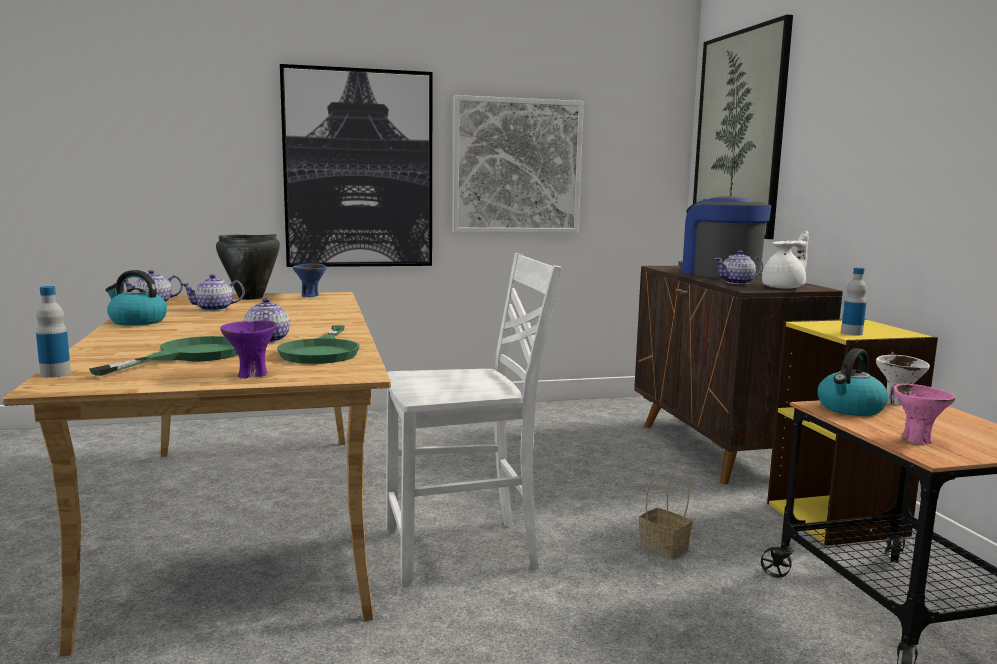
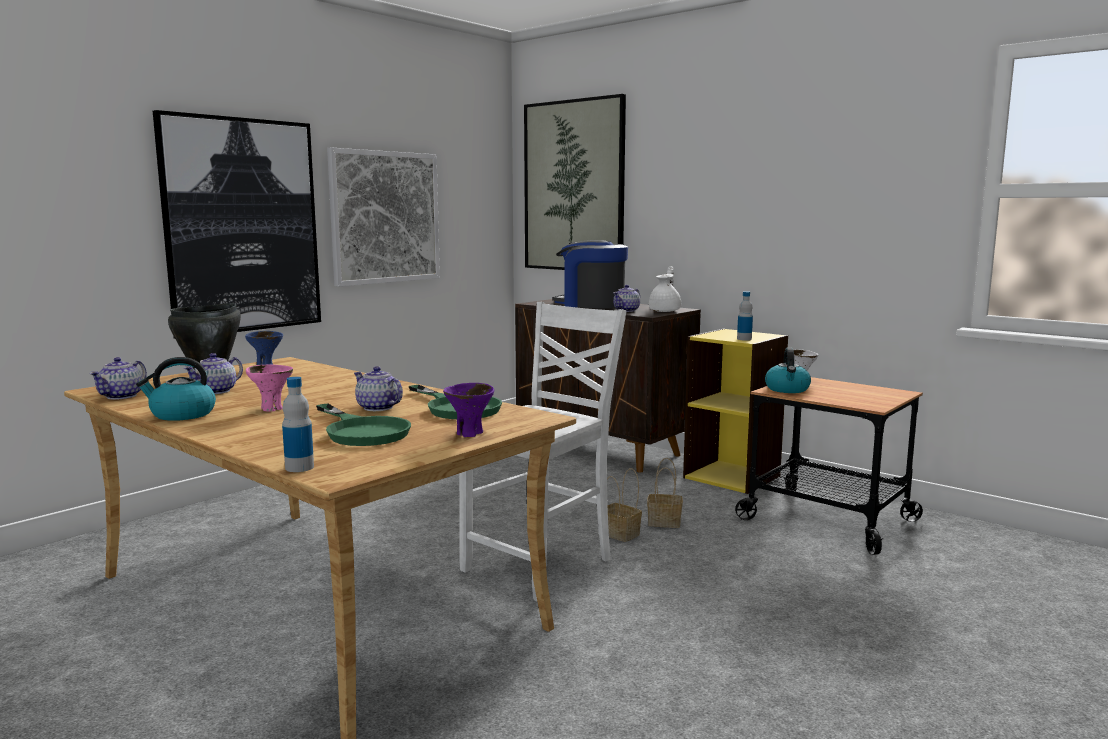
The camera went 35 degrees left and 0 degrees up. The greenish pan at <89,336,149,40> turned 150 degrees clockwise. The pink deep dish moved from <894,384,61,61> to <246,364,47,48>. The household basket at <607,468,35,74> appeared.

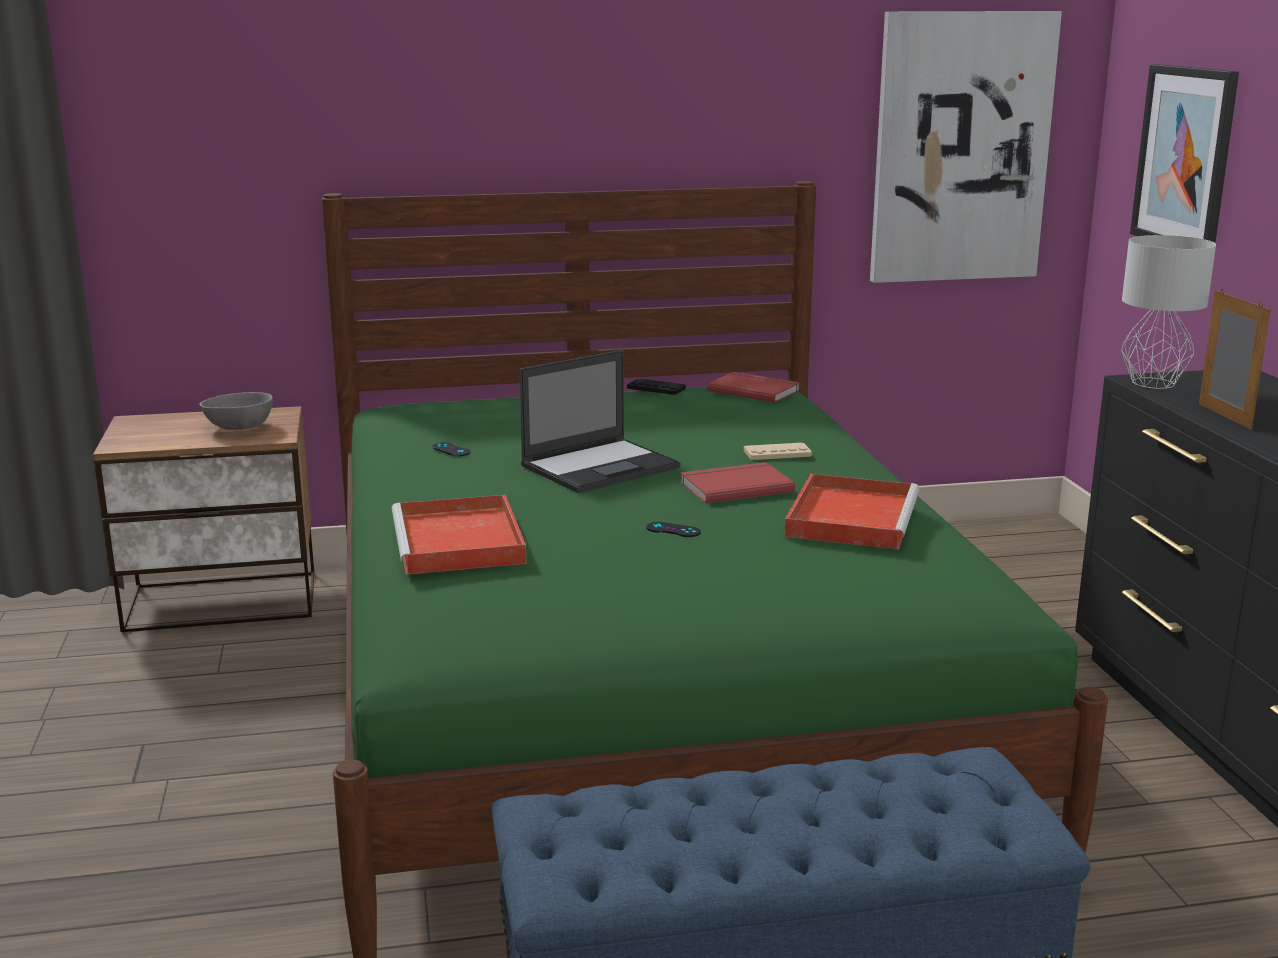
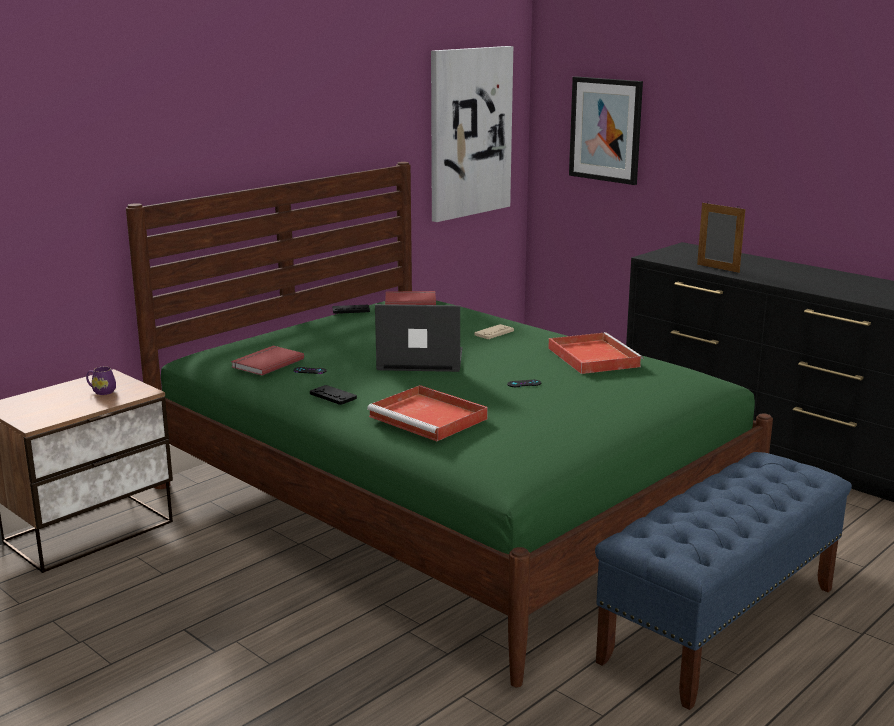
The camera went 35 degrees left and 0 degrees up. The grey tabletop lamp at <1121,235,95,154> disappeared. The portable computer at <519,350,162,143> turned 105 degrees counterclockwise. The grey deep dish at <200,392,73,38> was replaced by the purple tea mug at <86,367,30,28>. The red book moved from <680,462,115,42> to <231,346,73,30>. The black-coloured joypad at <310,385,47,20> appeared.

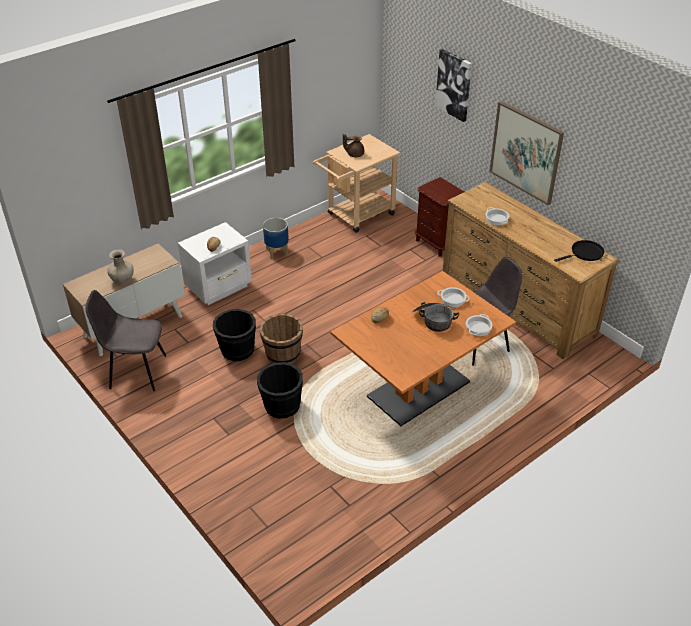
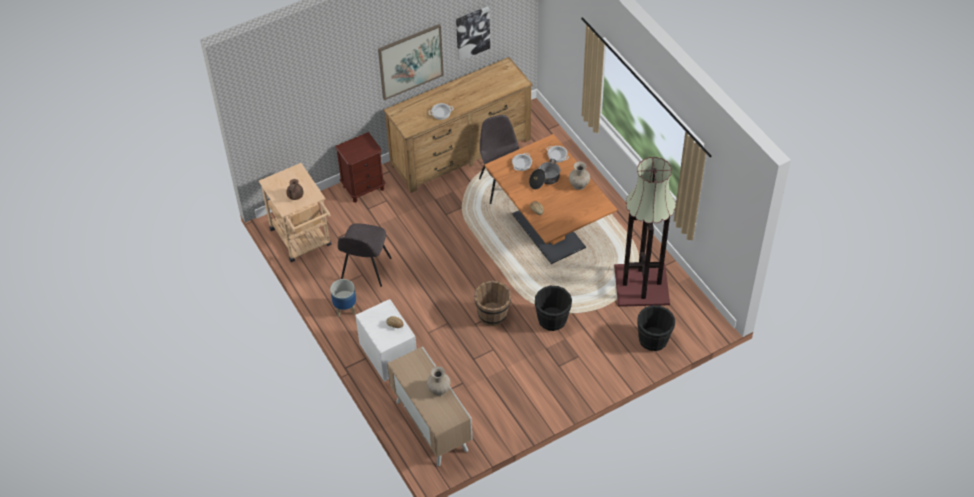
The camera went 80 degrees left and 10 degrees up. The wall art moved from <435,49,37,73> to <456,6,34,55>. The black-coloured pan at <554,240,50,22> disappeared. The grey plain chair moved from <85,290,81,101> to <338,223,53,64>. The black-coloured water bucket moved from <213,309,43,52> to <637,305,38,46>. The standard lamp at <614,157,62,150> appeared. The beige-coloured vase at <569,161,21,29> appeared.

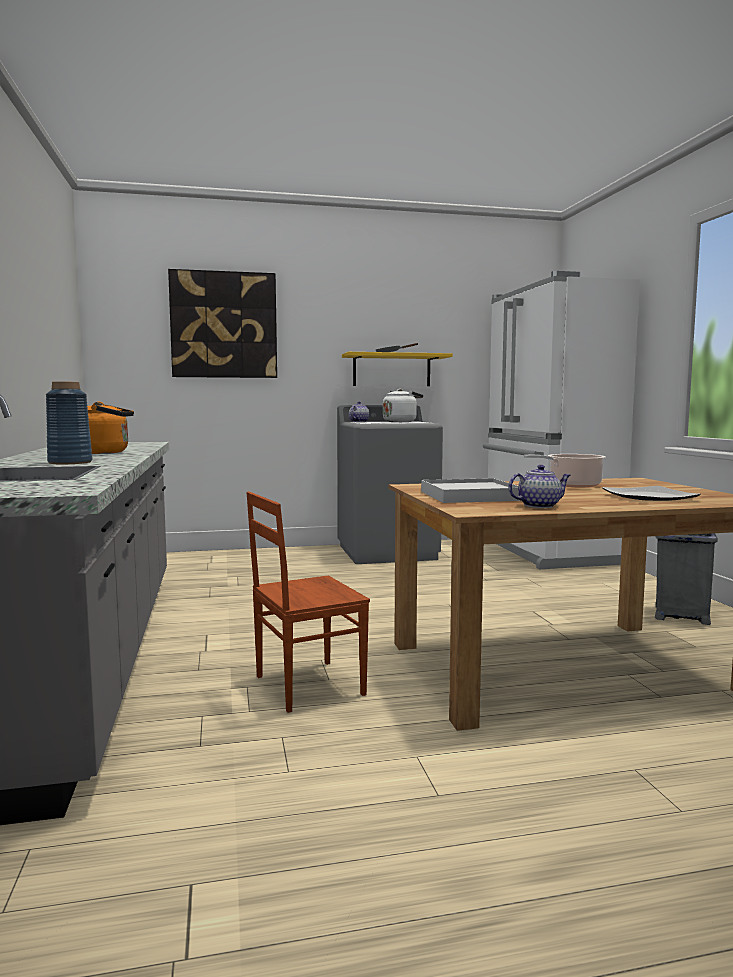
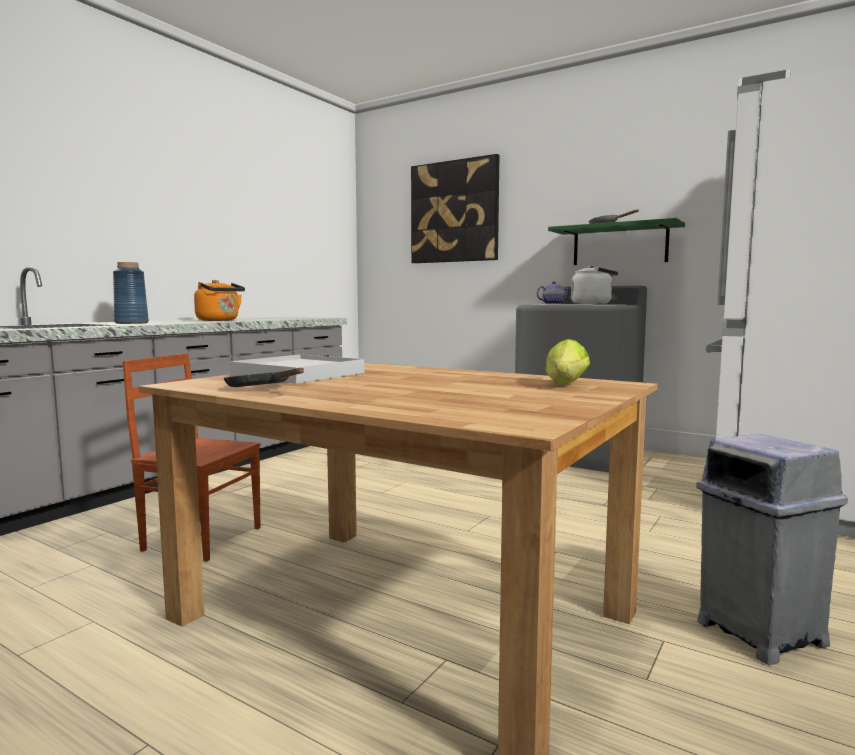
The camera went 45 degrees right and 0 degrees up. The yellow-coloured shelf at <342,352,111,34> became the greenish shelf at <548,218,137,47>. The cooking pot at <524,454,82,33> disappeared. The teapot at <508,465,63,43> was replaced by the black-coloured pan at <224,368,80,19>. The dinner plate at <602,486,99,15> disappeared. The lettuce head at <545,339,45,45> appeared.

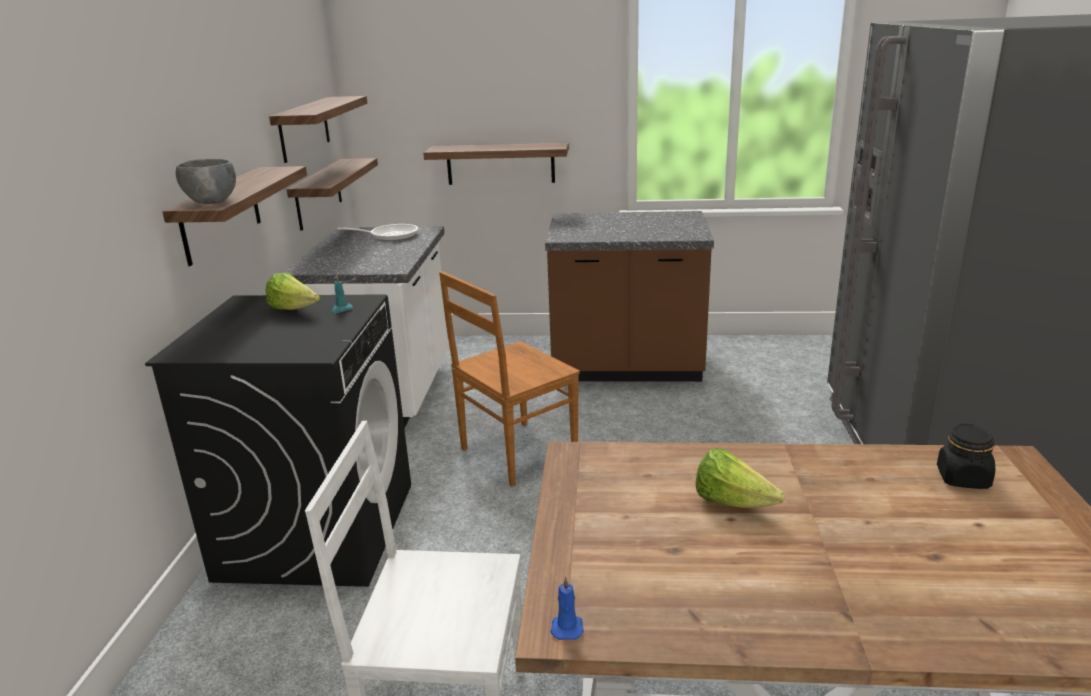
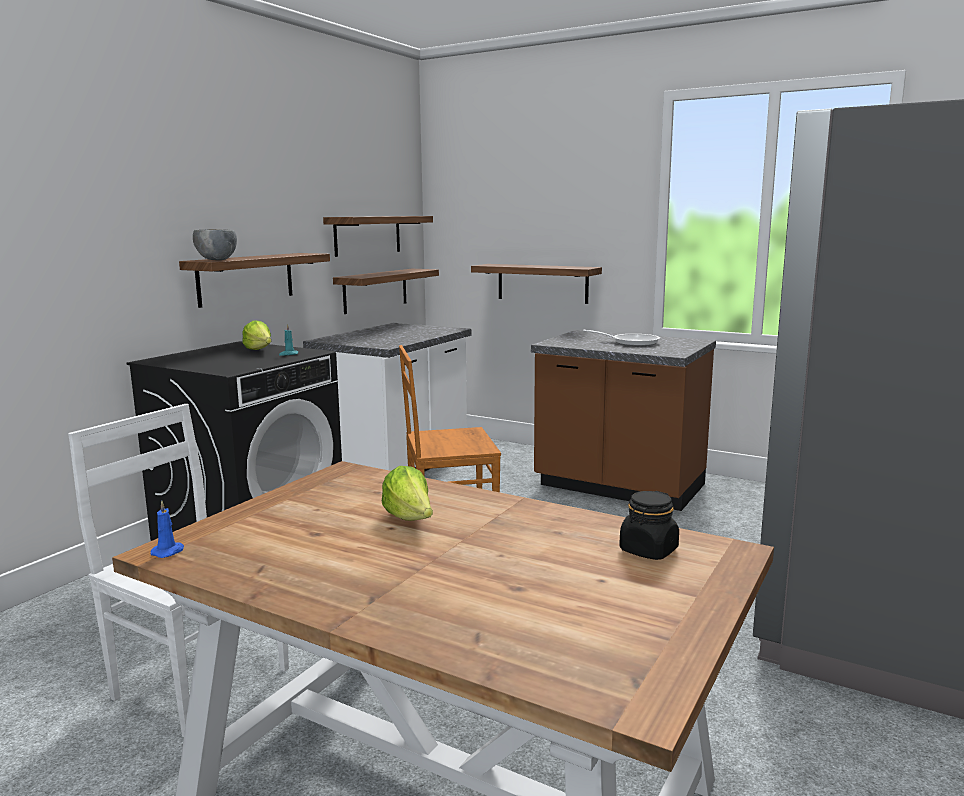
The camera went 25 degrees right and 10 degrees down. The pan moved from <338,224,80,17> to <583,330,77,16>.

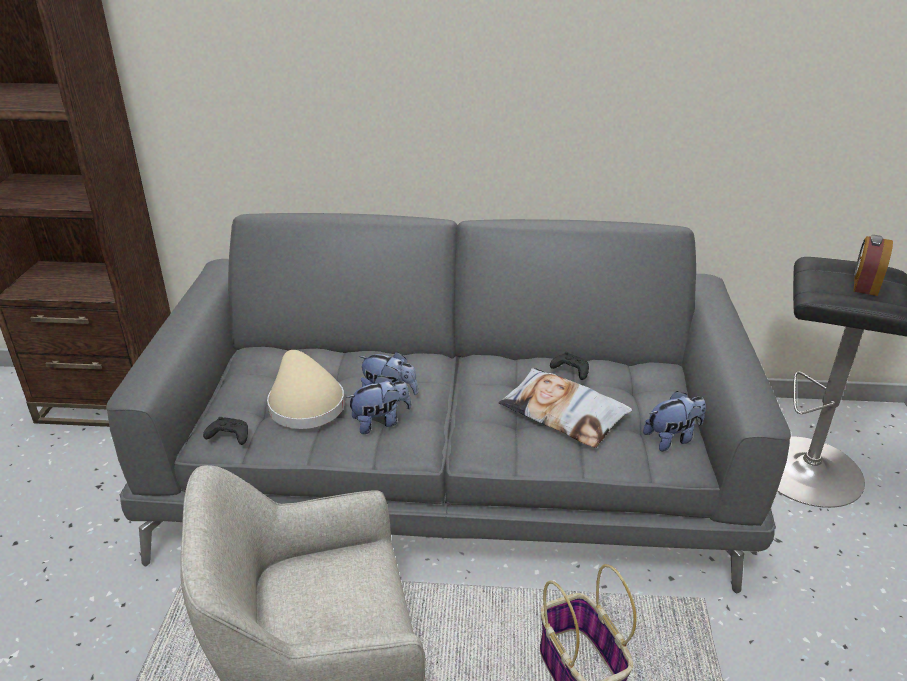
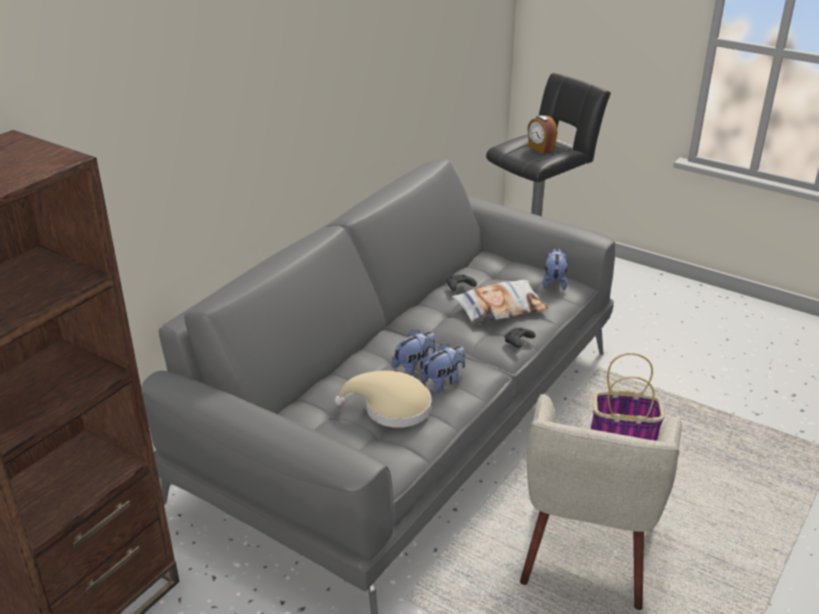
The camera went 60 degrees left and 0 degrees up. The plush toy at <346,375,65,59> turned 45 degrees clockwise. The black-coloured joypad moved from <203,417,45,28> to <505,328,31,20>.

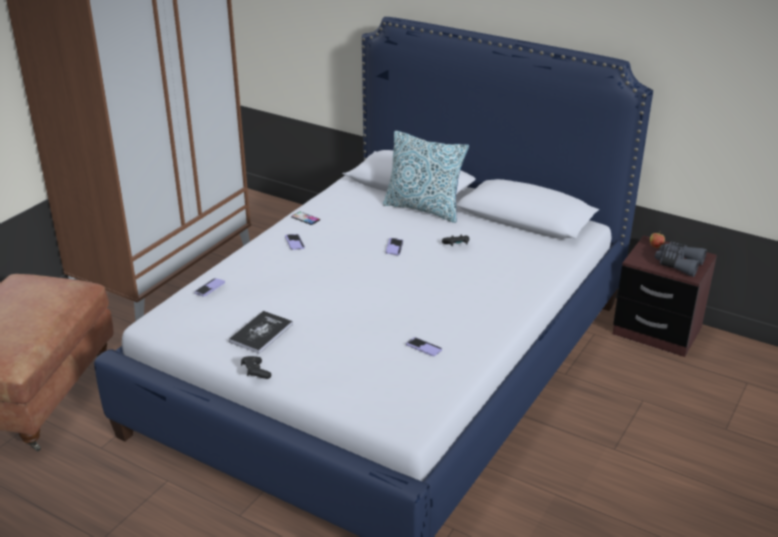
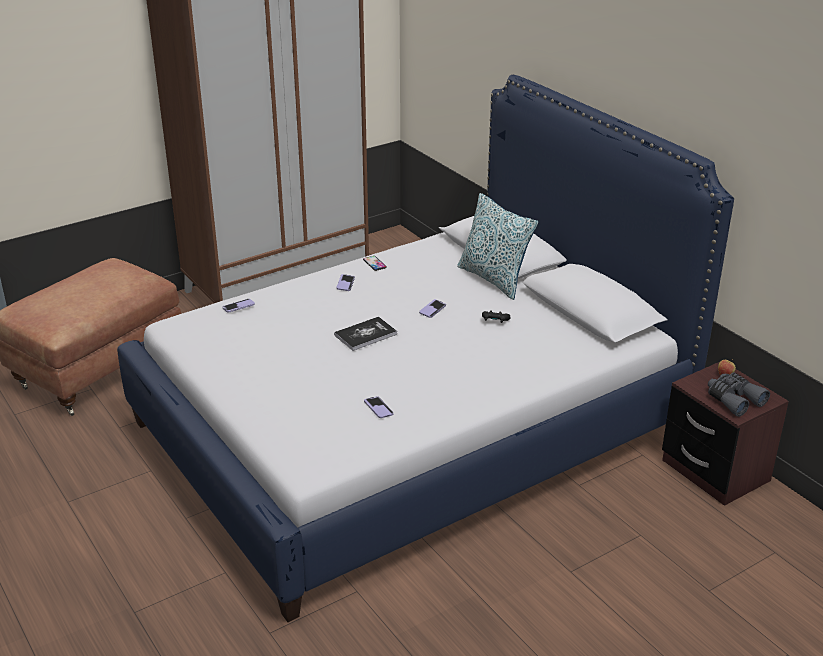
The camera went 25 degrees right and 0 degrees up. The book moved from <229,311,64,43> to <334,317,63,34>. The black-coloured joypad at <241,356,30,23> disappeared.

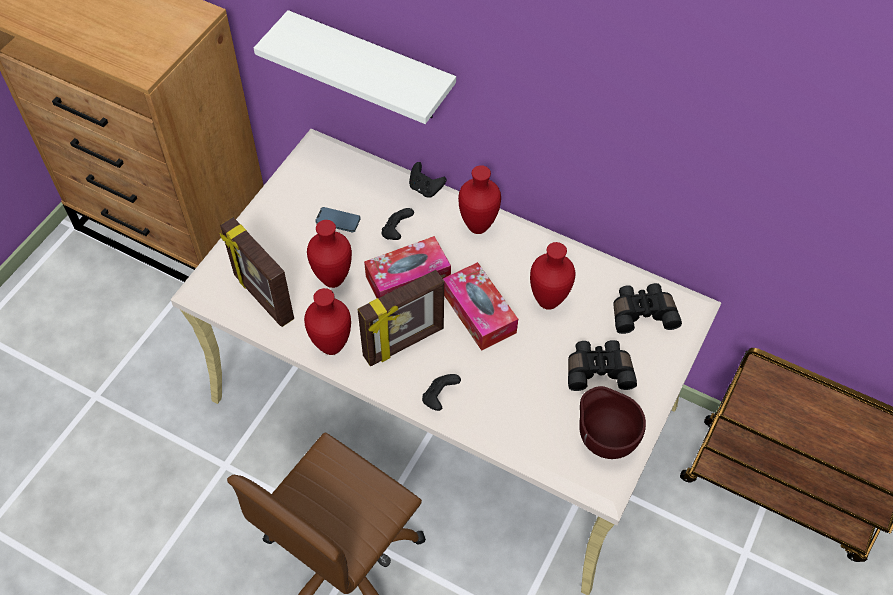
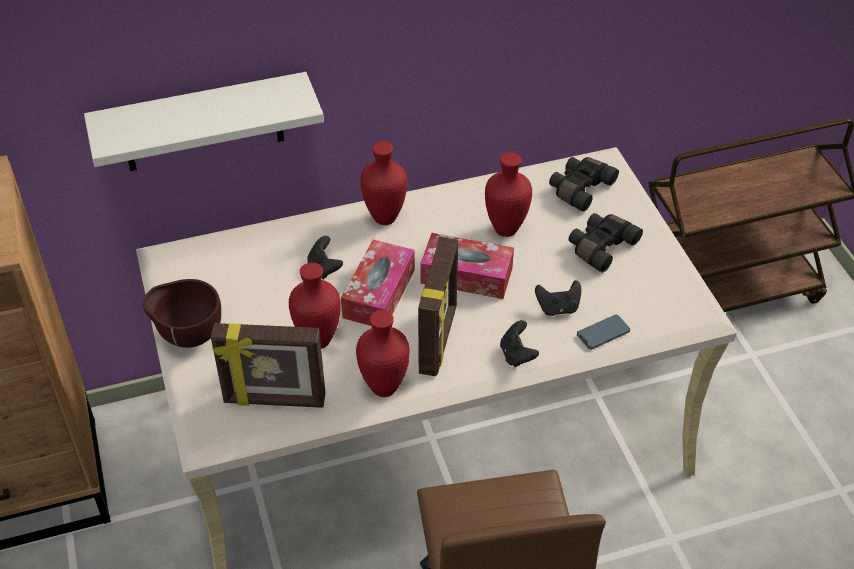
The camera went 45 degrees left and 10 degrees down. The black-coloured joypad moved from <409,162,37,36> to <535,280,46,36>. The phone moved from <315,207,46,25> to <577,315,53,35>. The brownish deep dish moved from <579,386,67,73> to <143,279,78,69>.

